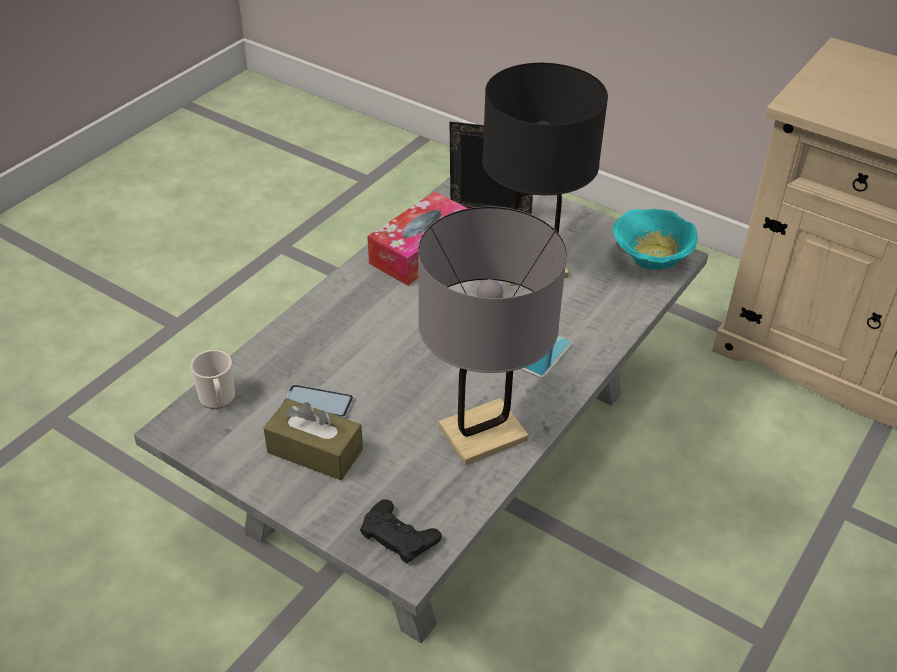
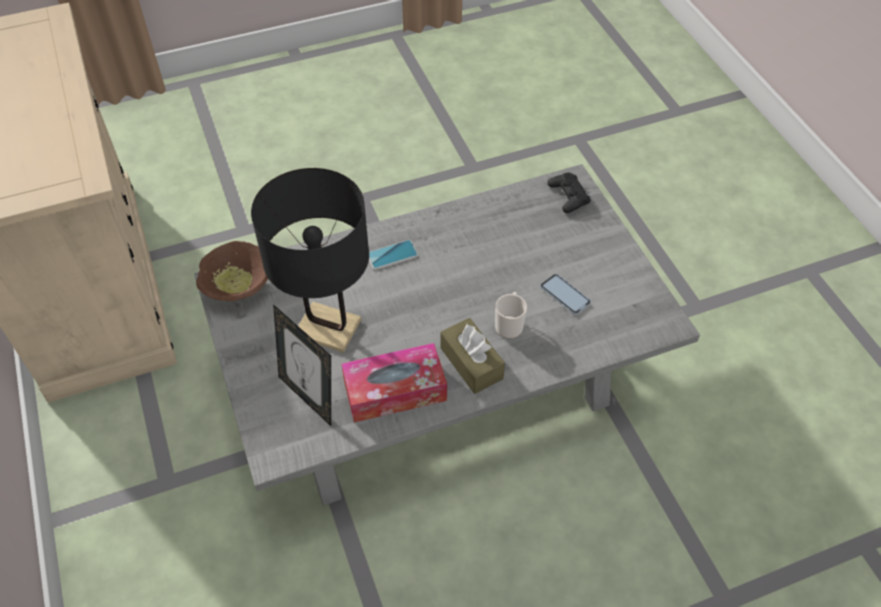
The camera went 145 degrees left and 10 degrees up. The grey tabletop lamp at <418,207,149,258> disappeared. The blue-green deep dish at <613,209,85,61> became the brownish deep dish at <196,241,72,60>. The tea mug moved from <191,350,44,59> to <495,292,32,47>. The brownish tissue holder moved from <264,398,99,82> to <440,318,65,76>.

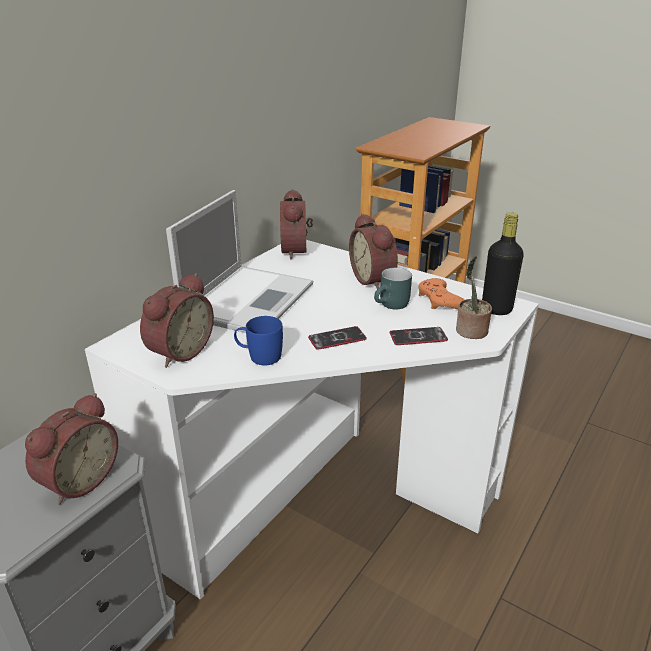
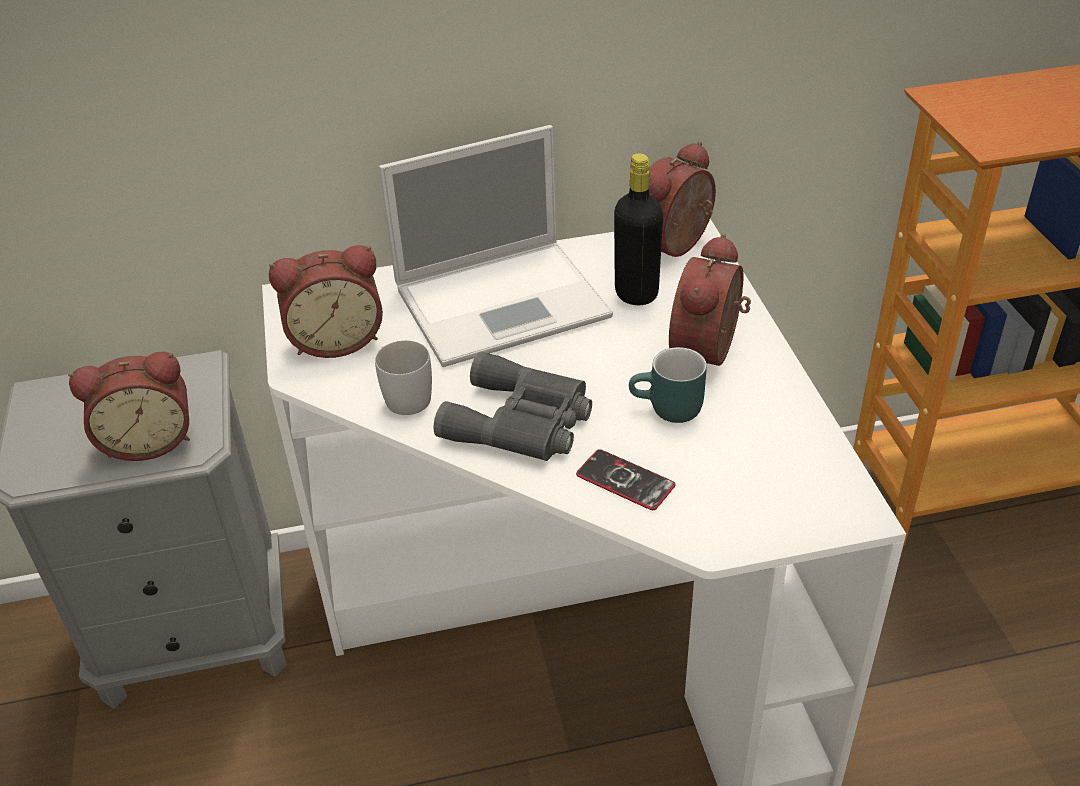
The camera went 45 degrees right and 10 degrees up. The black-coloured drink bottle moved from <482,212,42,103> to <614,153,49,152>. The houseplant at <456,256,36,83> disappeared. The orangey joypad at <418,278,47,31> disappeared. The blue-coloured tea mug at <234,316,49,49> became the white tea mug at <375,340,57,75>. The phone at <308,326,59,24> was replaced by the grey pair of binoculars at <434,352,158,109>.

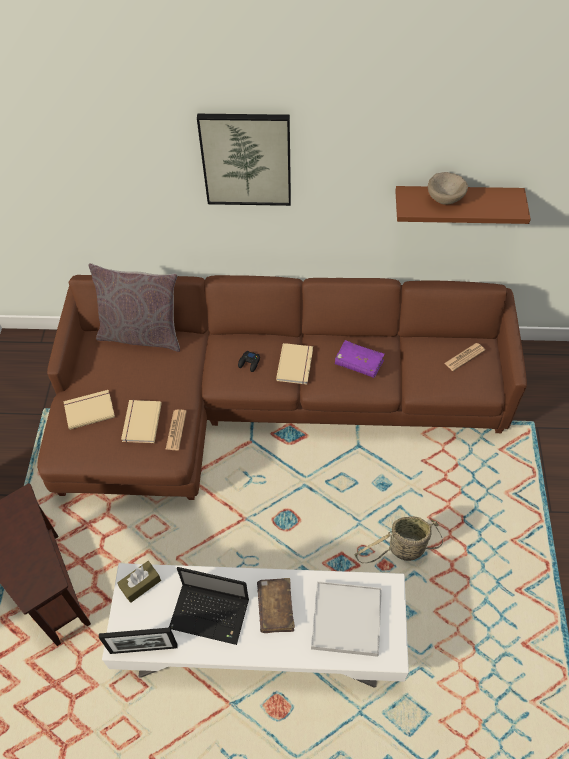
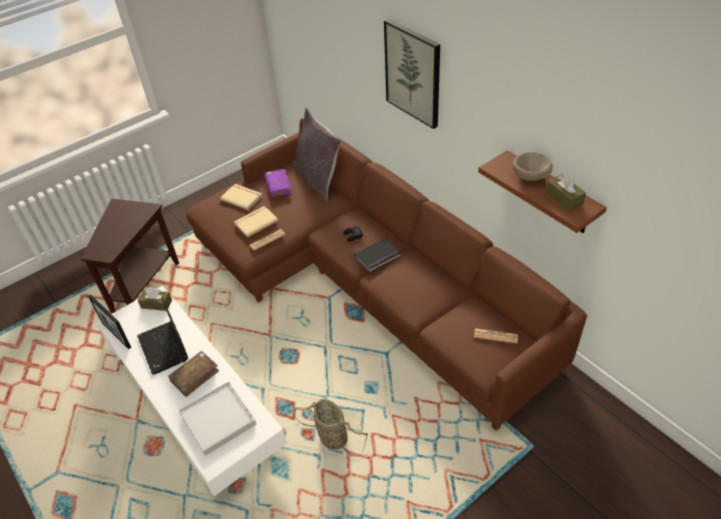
The camera went 50 degrees right and 10 degrees down. The purple book moved from <335,340,50,38> to <264,169,29,28>. The beige-coloured book at <276,343,37,42> became the black-coloured book at <354,238,47,34>. The brownish tissue holder at <545,174,41,37> appeared.

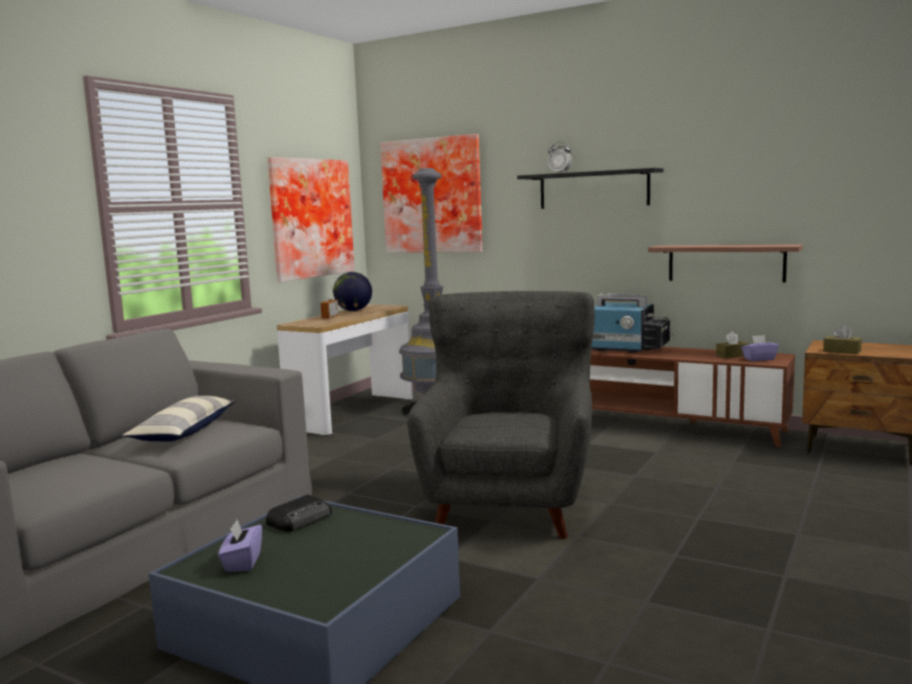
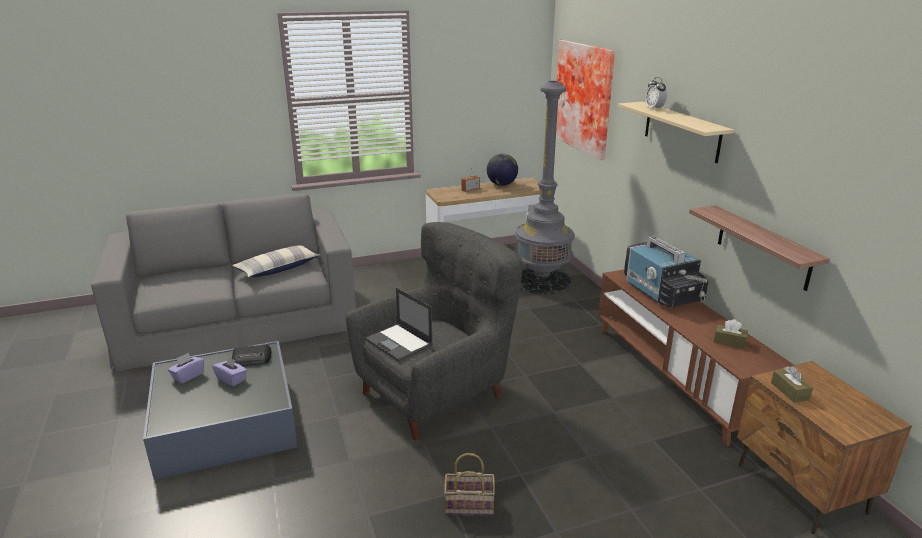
The camera went 40 degrees right and 15 degrees up. The wall art at <268,157,87,125> disappeared. The black-coloured shelf at <517,168,146,41> became the beige-coloured shelf at <618,102,116,61>. The purple tissue holder moved from <741,335,38,26> to <212,356,35,31>. The portable computer at <365,288,68,74> appeared. The household basket at <444,453,51,62> appeared.

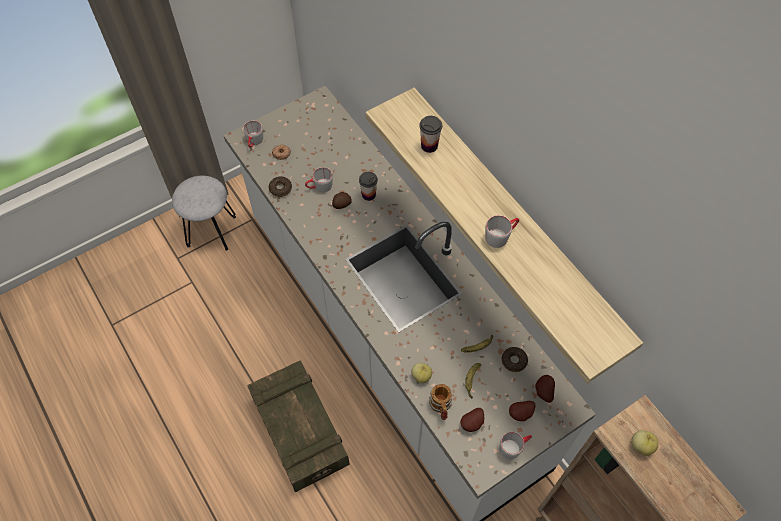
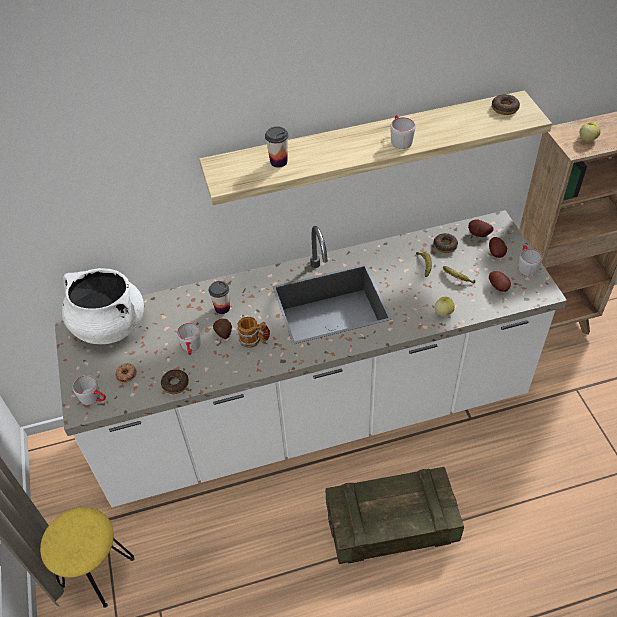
The camera went 70 degrees left and 10 degrees down. The grey stool seat at <172,175,64,76> became the yellow-coloured stool seat at <40,507,95,101>. The tea mug moved from <429,384,23,36> to <237,317,33,31>. The donut at <492,94,28,21> appeared. The white cooking pot at <62,268,82,76> appeared.

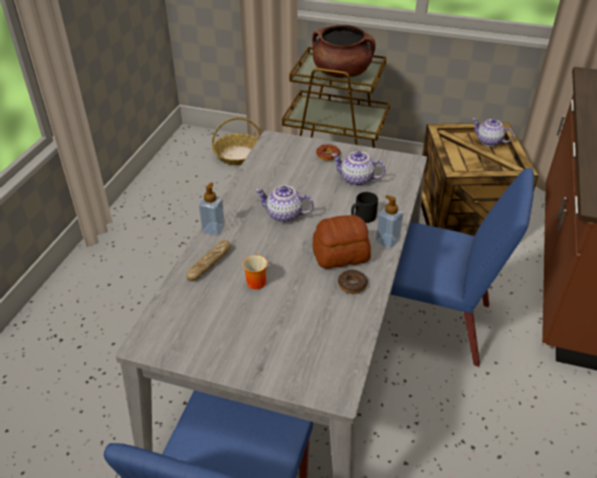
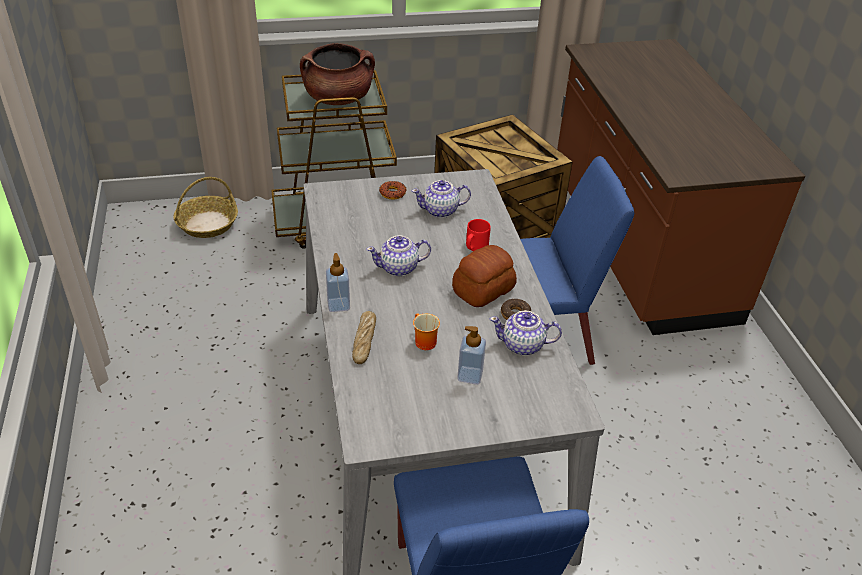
The camera went 30 degrees left and 0 degrees up. The teapot moved from <472,118,42,28> to <490,311,72,44>. The black-coloured tea mug at <351,192,27,31> became the red tea mug at <466,219,25,32>. The soap dispenser moved from <376,195,28,54> to <457,326,29,59>.

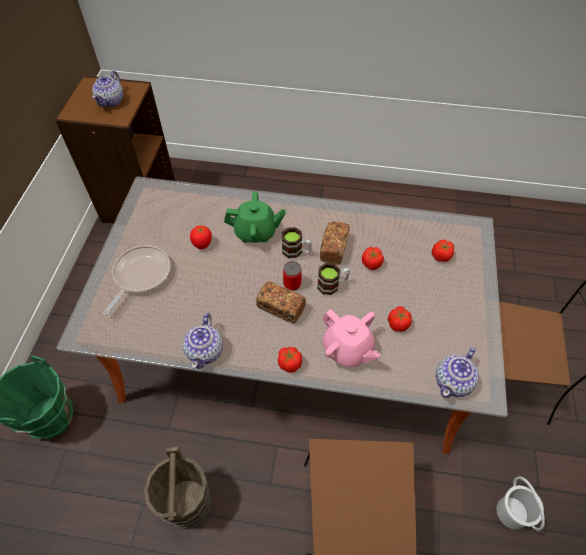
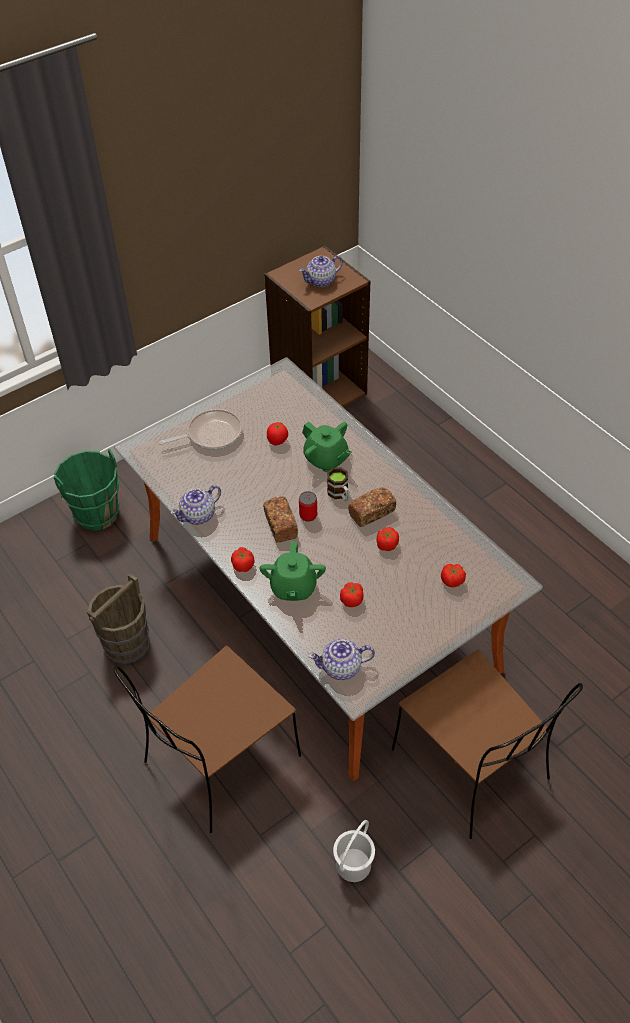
The camera went 45 degrees right and 5 degrees down. The tea mug at <317,263,33,32> disappeared. The pink teapot at <322,309,59,58> became the greenish teapot at <259,542,67,59>.

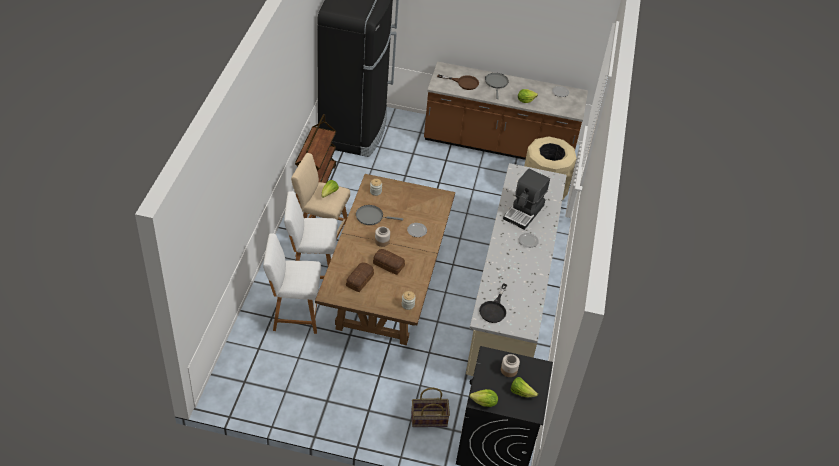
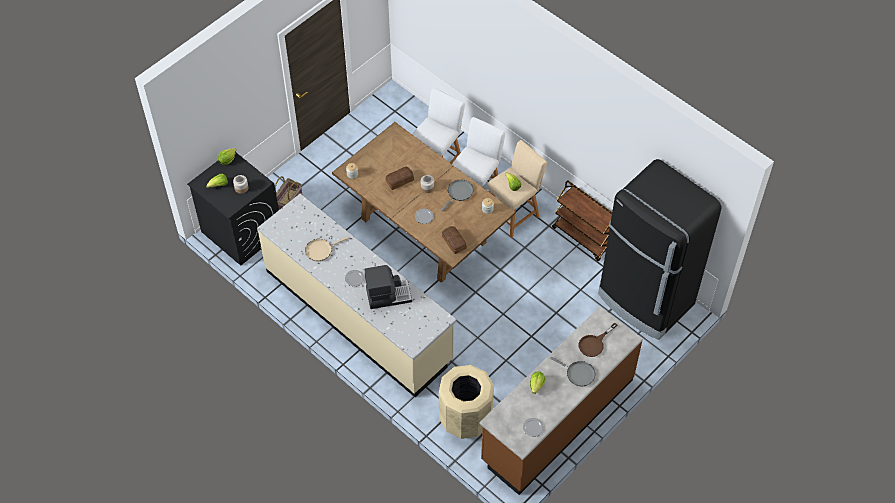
The camera went 125 degrees right and 10 degrees up. The coffee brewer at <503,168,47,62> turned 105 degrees clockwise. The baked bread moved from <346,263,28,29> to <442,226,25,28>. The black-coloured pan at <479,283,28,40> disappeared. The beige-coloured pan at <305,237,44,25> appeared.

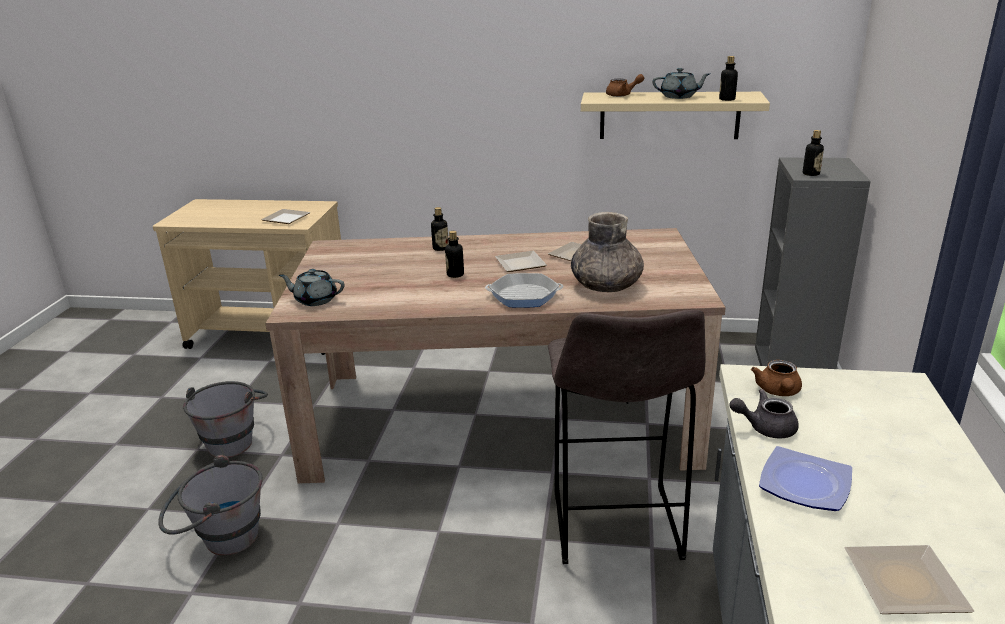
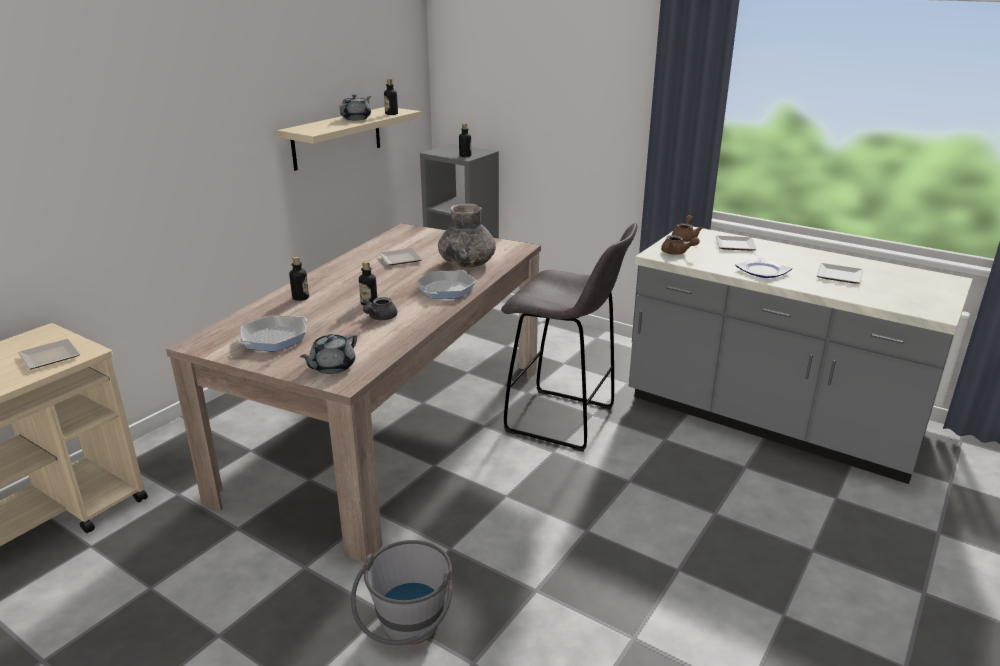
The camera went 65 degrees left and 0 degrees up. The brownish teapot moved from <606,74,39,23> to <672,215,31,27>. The dinner plate moved from <495,251,52,21> to <716,236,41,15>. The grey water bucket at <183,381,85,77> disappeared. The grey teapot moved from <730,389,69,49> to <363,297,34,23>. The pan at <237,315,70,37> appeared.

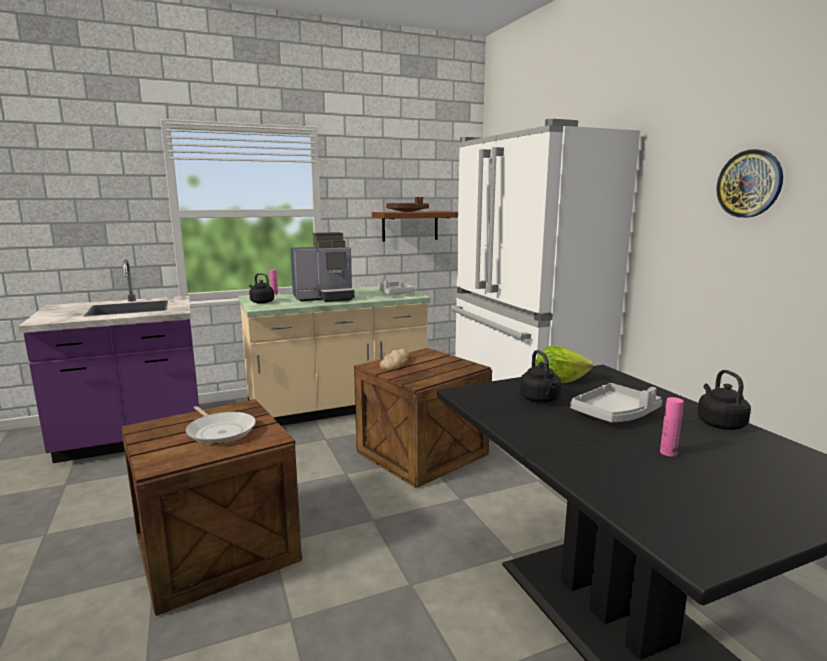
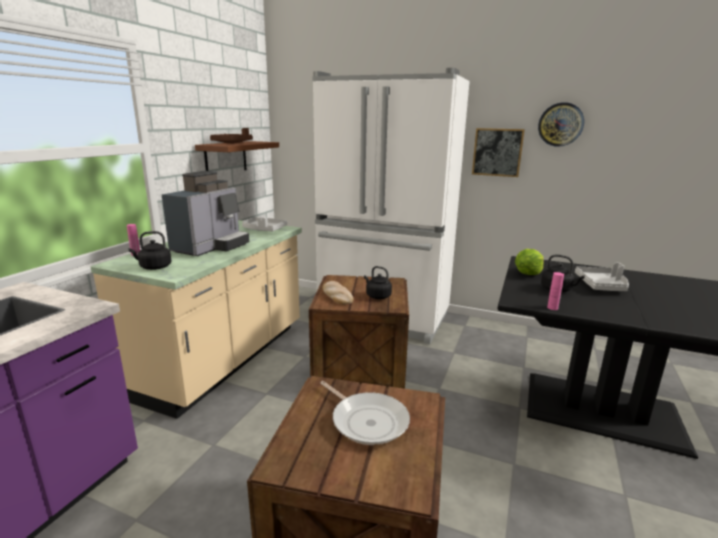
The camera went 45 degrees left and 5 degrees up. The black-coloured tea kettle moved from <697,370,54,60> to <364,266,28,33>. The pink drink bottle moved from <660,397,24,60> to <547,272,17,38>. The pan at <186,406,70,38> turned 45 degrees clockwise. The wall art at <472,128,53,49> appeared.

